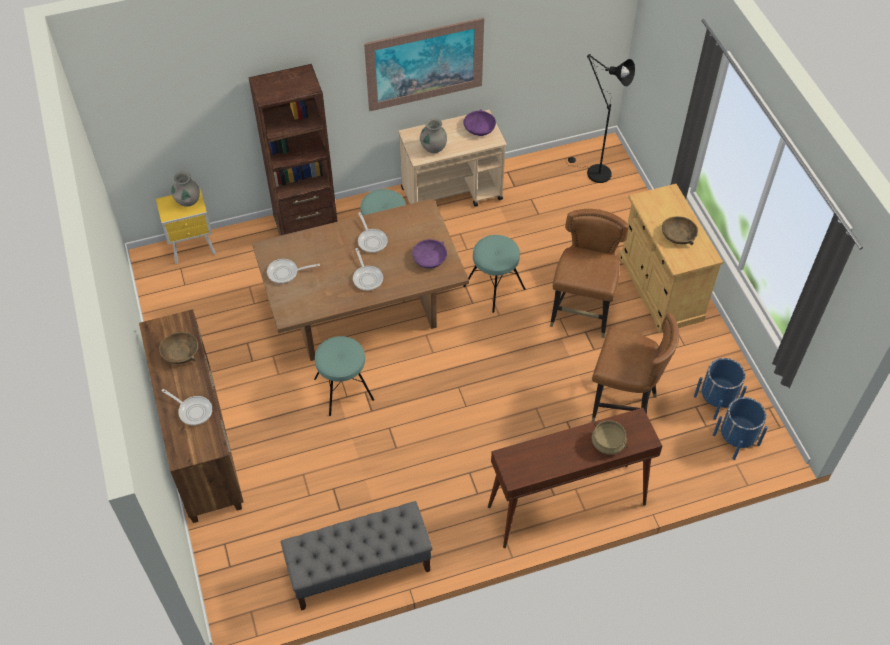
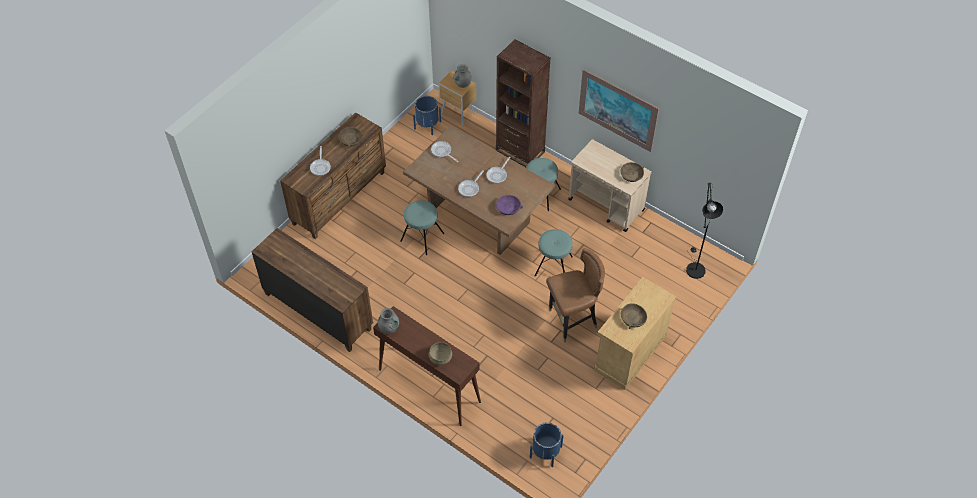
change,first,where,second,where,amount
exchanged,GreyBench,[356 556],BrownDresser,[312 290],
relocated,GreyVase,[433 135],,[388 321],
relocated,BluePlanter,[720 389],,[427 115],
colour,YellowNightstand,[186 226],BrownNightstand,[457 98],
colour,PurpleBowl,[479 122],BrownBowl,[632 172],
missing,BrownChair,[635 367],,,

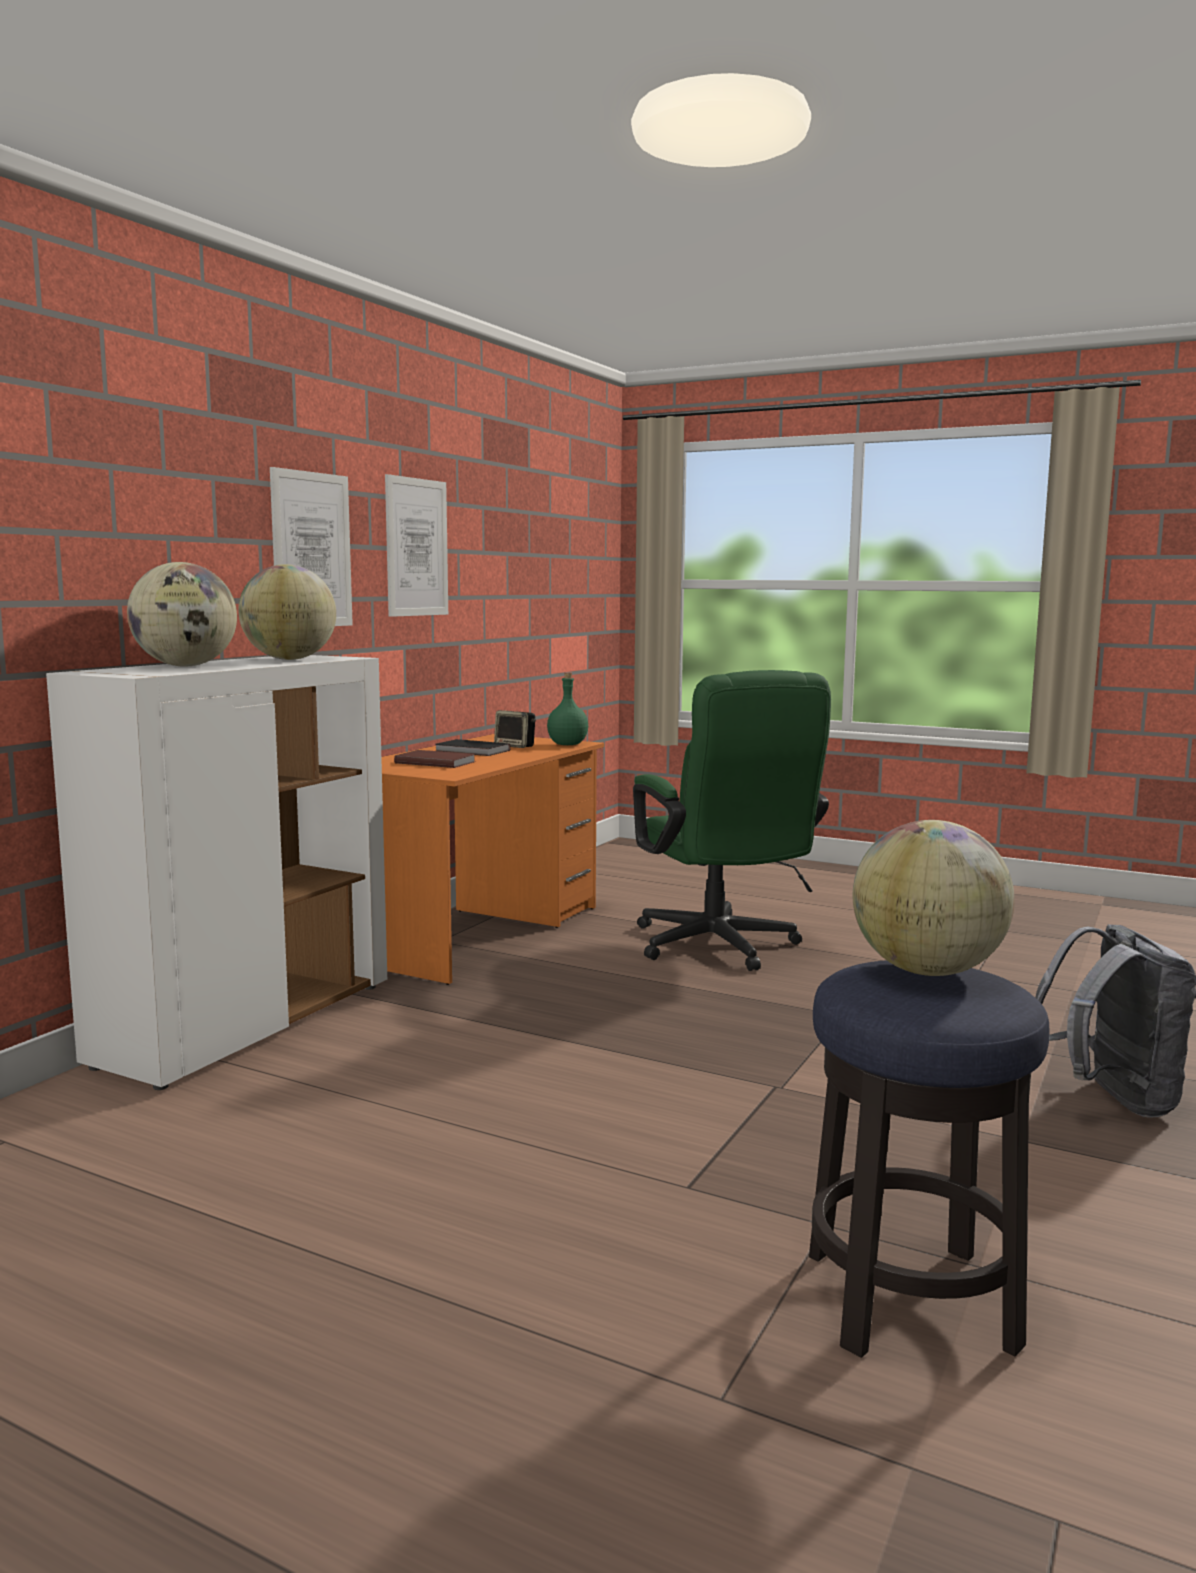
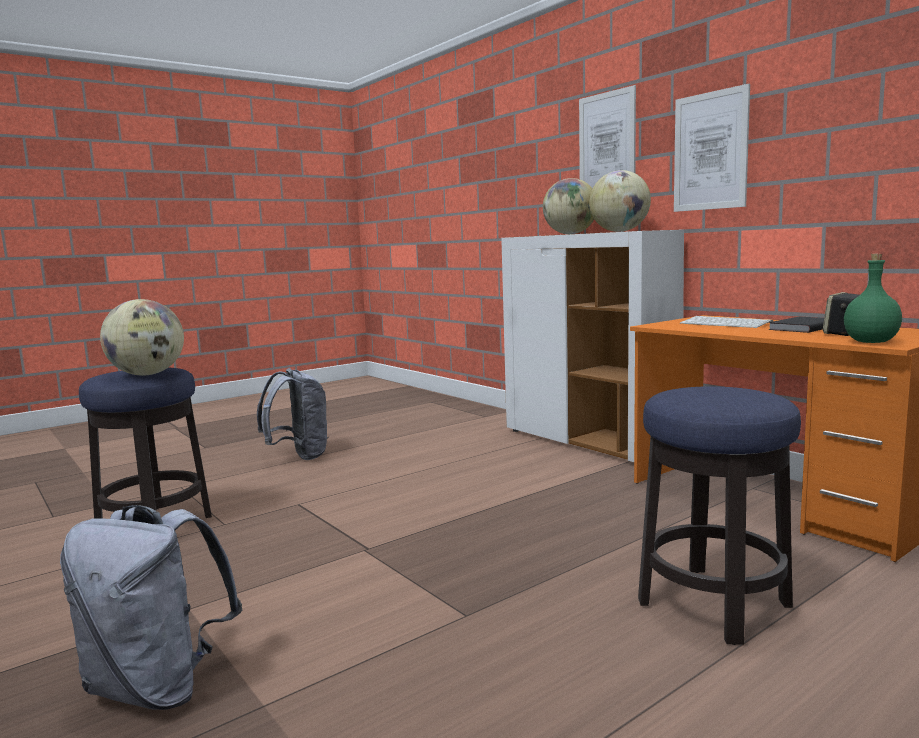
change,first,where,second,where,amount
appeared,,,GreyBackpack,[293 414],
relocated,Picture,[416 545],,[607 136],
exchanged,GreenOfficeChair,[732 820],Stool,[719 515],
exchanged,BrownBook,[435 759],Keyboard,[726 322],

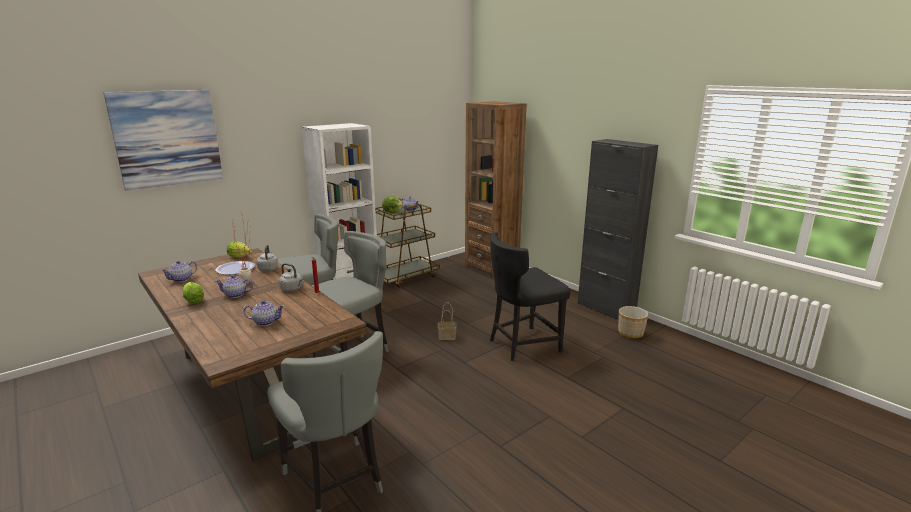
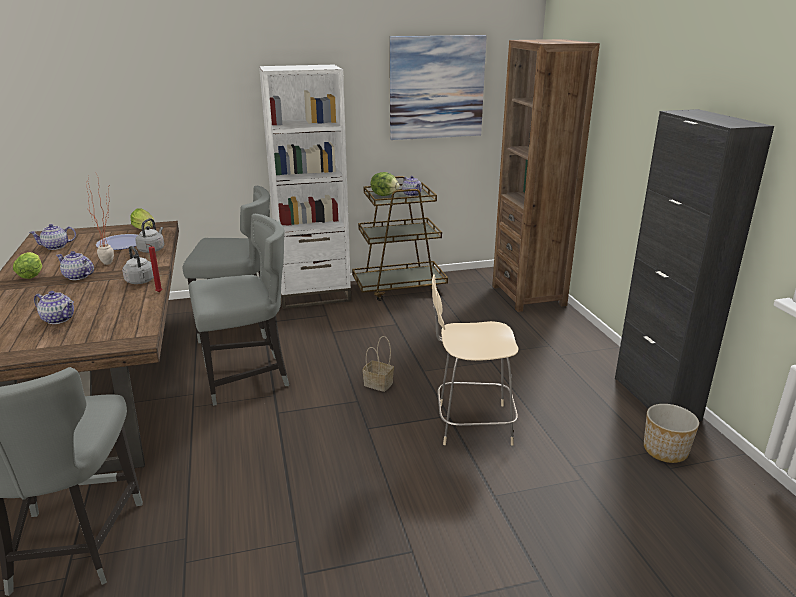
change,first,where,second,where,amount
relocated,Picture,[163 140],,[438 87],
exchanged,BlackChair,[530 296],BeigeStool,[475 359],

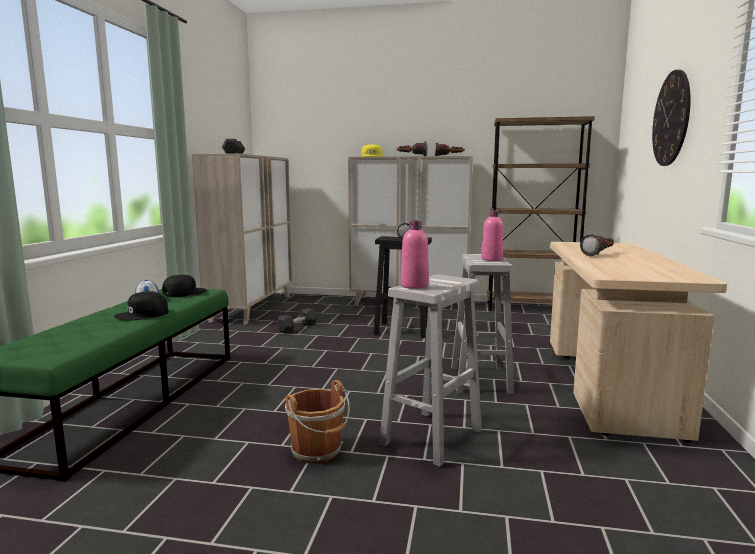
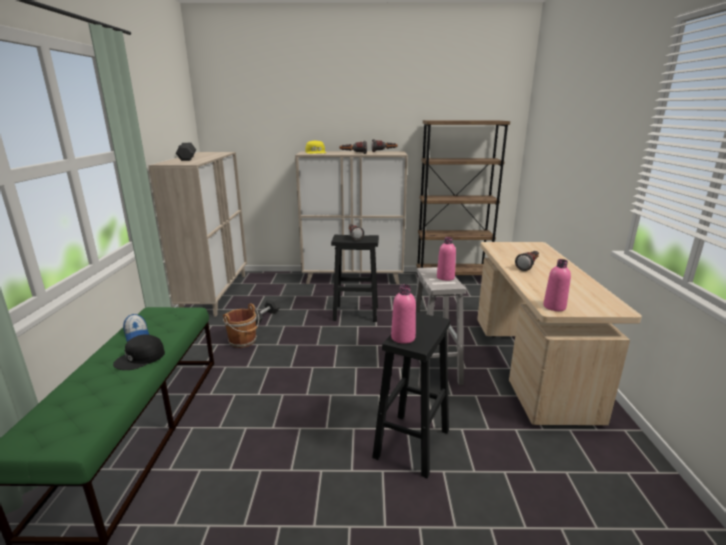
change,first,where,second,where,amount
relocated,BrownBucket,[317 422],,[241 325],
colour,WhiteStool,[430 370],BlackStool,[411 395],
appeared,,,PinkBottle,[557 285],
missing,BlackCap,[184 286],,,
missing,WallClock,[671 118],,,

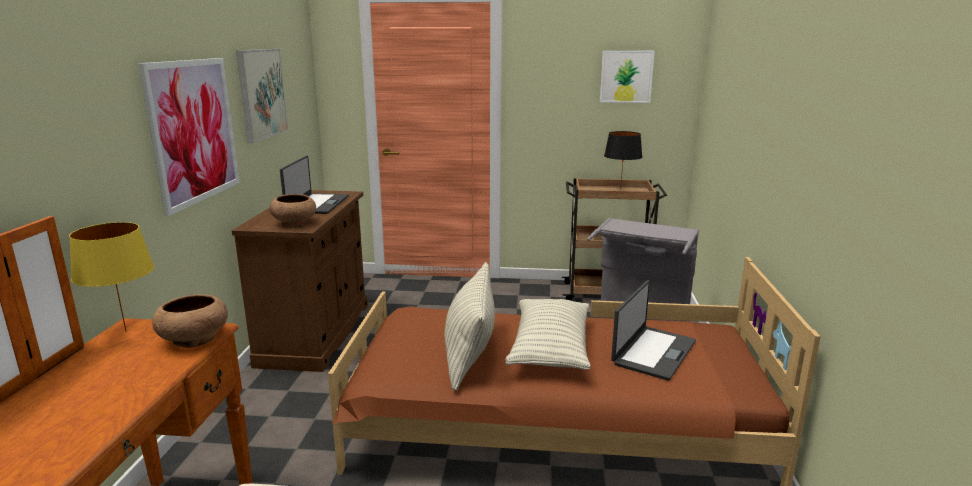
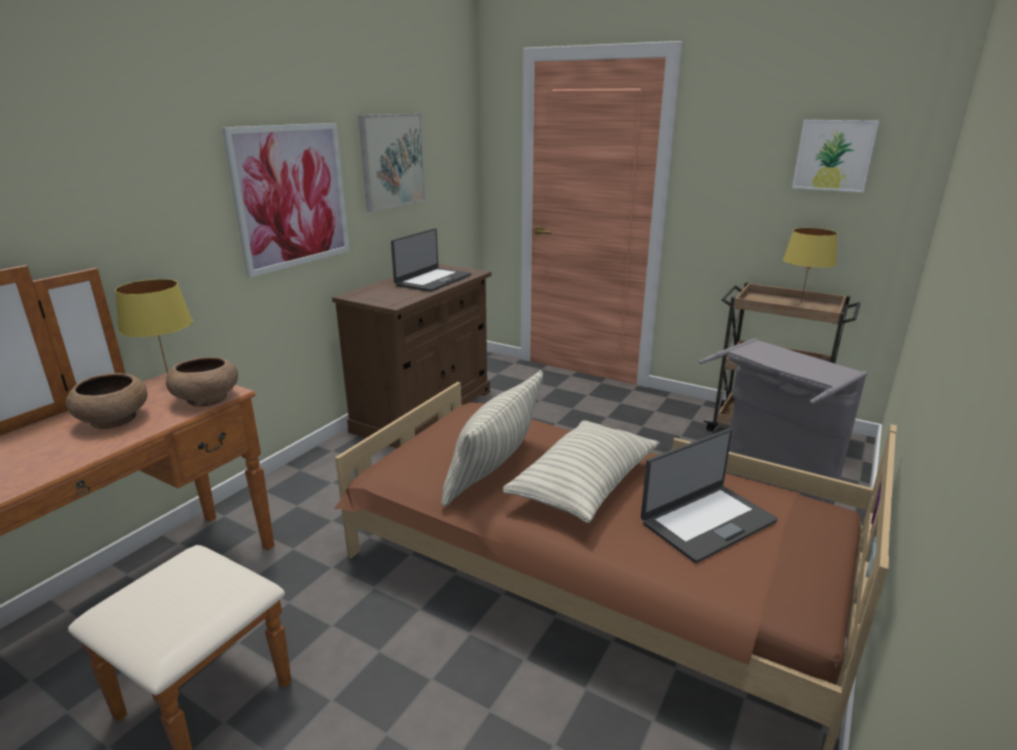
change,first,where,second,where,amount
relocated,BrownBowl,[293 210],,[106 401],
colour,BlackTableLamp,[623 160],YellowTableLamp,[810 265],

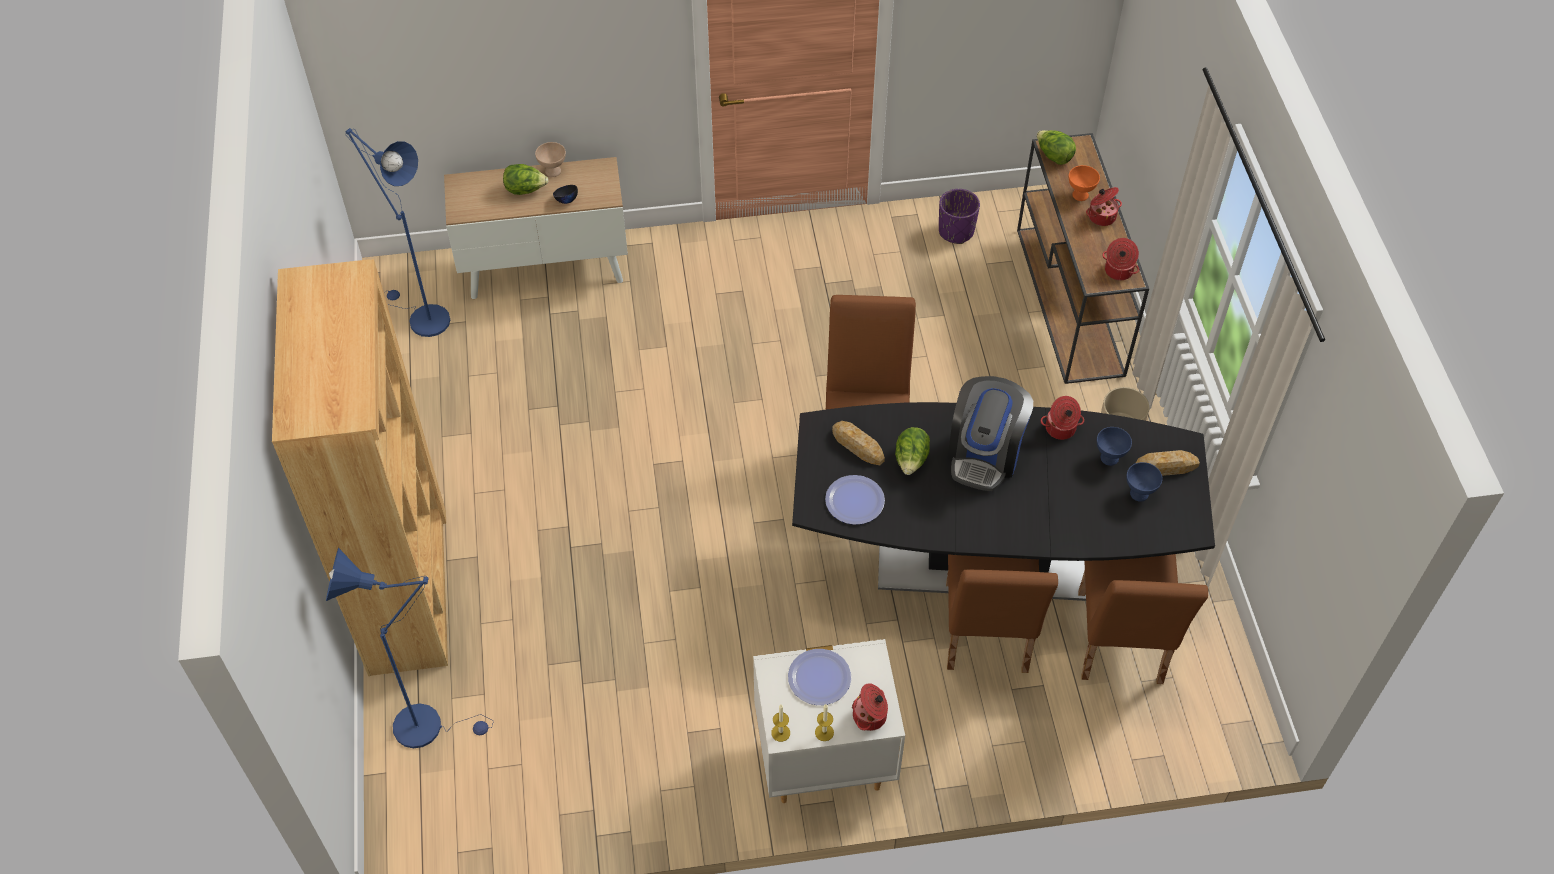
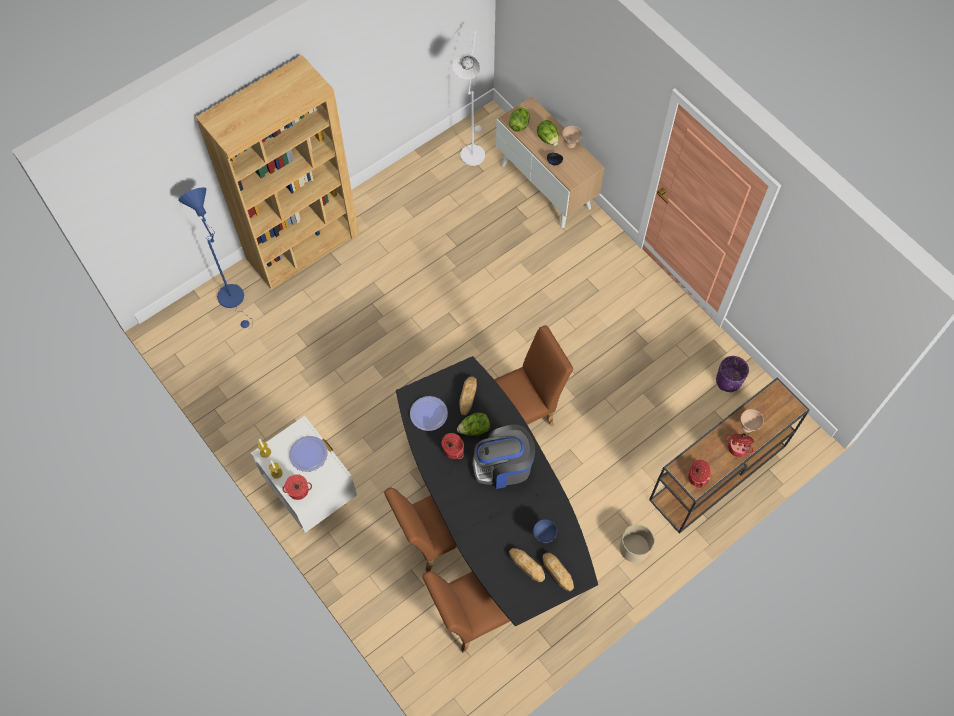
change,first,where,second,where,amount
relocated,CookingPot,[1062 418],,[453 446],
colour,BlueFloorLamp,[397 232],WhiteFloorLamp,[468 98],
relocated,Lettuce,[1056 147],,[519 119],
exchanged,BlueBowl,[1144 482],Bread,[527 565],
colour,OrangeBowl,[1084 183],BeigeBowl,[752 421],

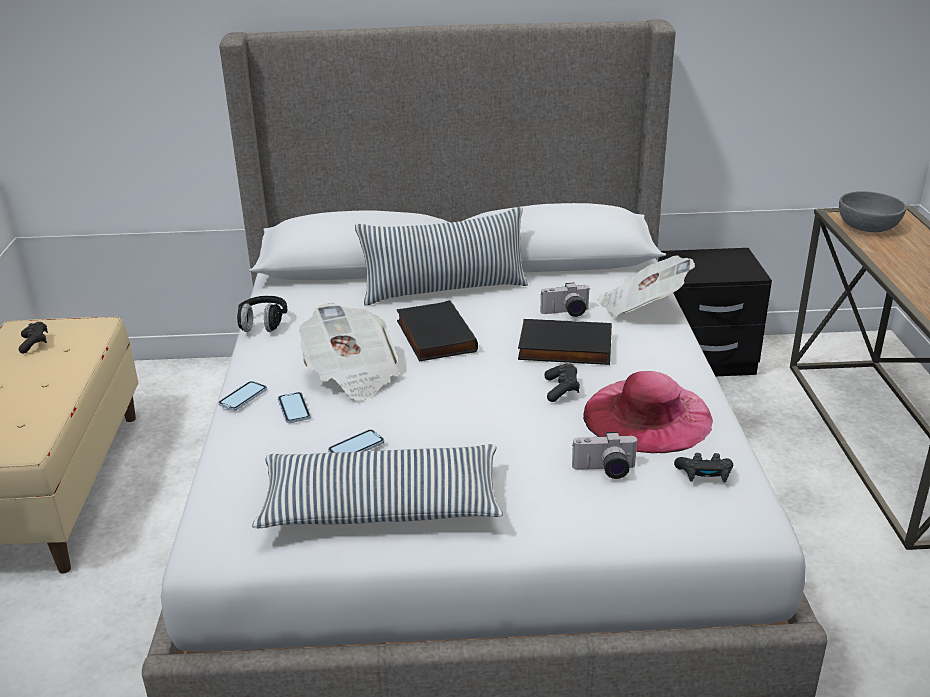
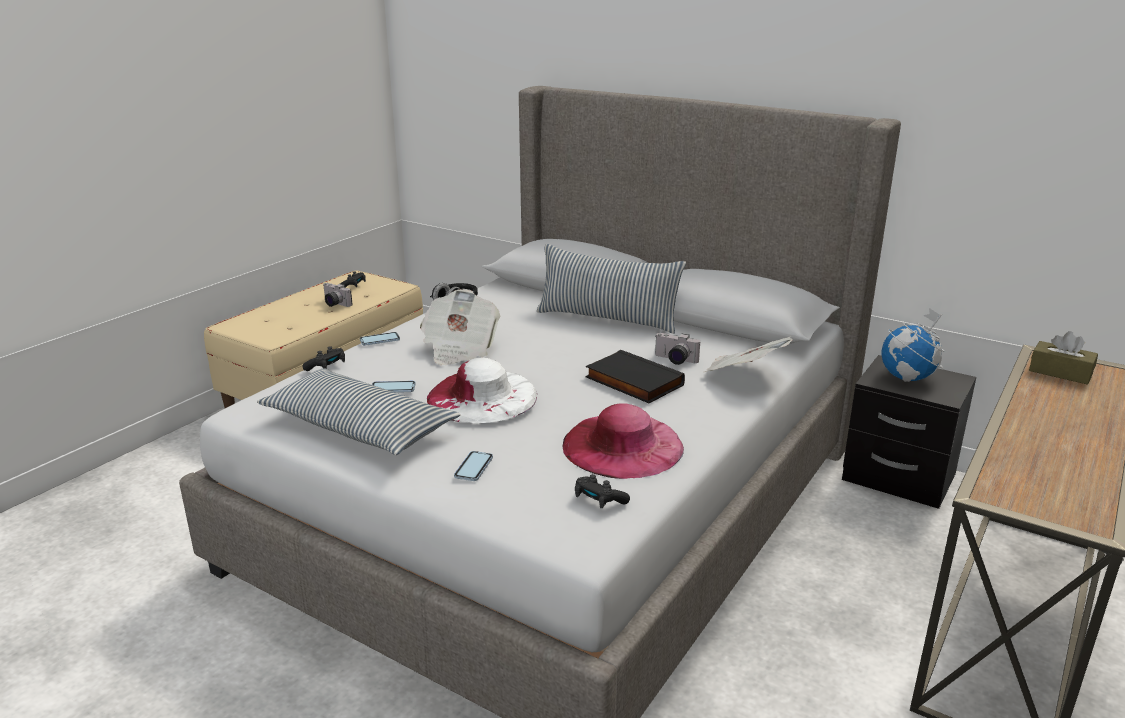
change,first,where,second,where,amount
relocated,BlackGameController,[562 382],,[324 358],
relocated,PhotoCamera,[605 455],,[338 295],
appeared,,,WhiteHat,[482 390],
relocated,Phone,[294 407],,[473 466],
appeared,,,Globe,[912 345],
exchanged,GreyBowl,[872 211],BrownTissueBox,[1063 358],
missing,BlackBook,[437 331],,,

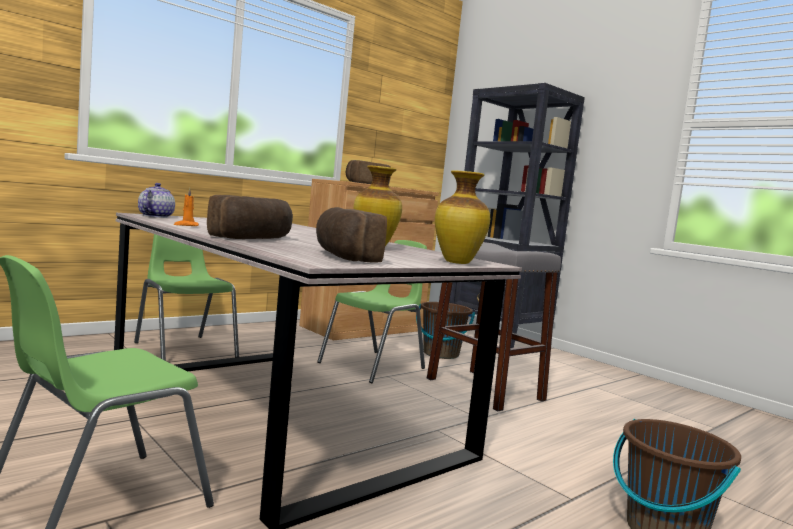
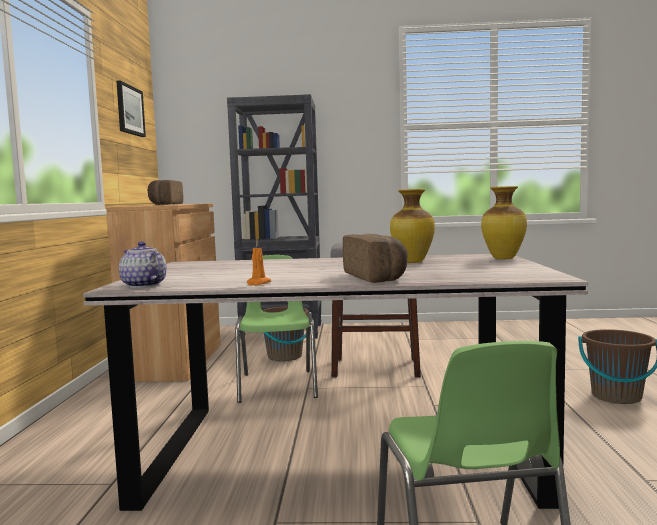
change,first,where,second,where,amount
appeared,,,Picture,[131 109],
missing,GreenChair,[186 297],,,
missing,Bread,[351 234],,,

